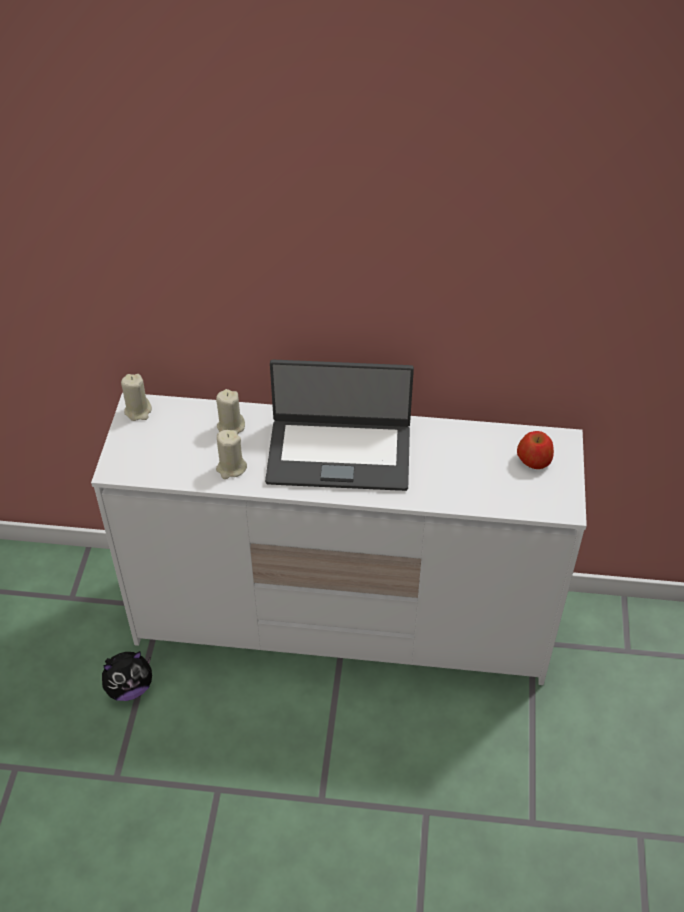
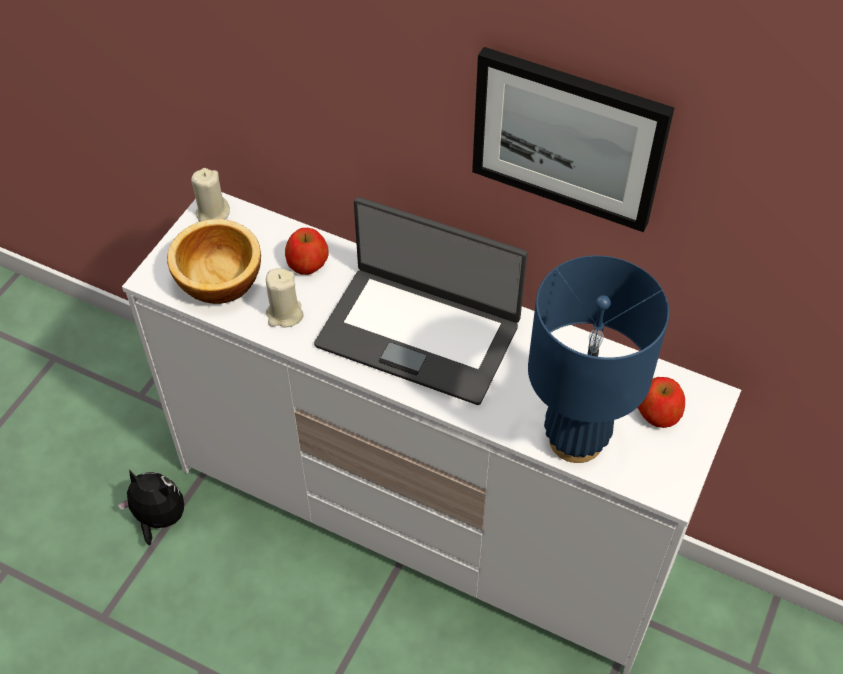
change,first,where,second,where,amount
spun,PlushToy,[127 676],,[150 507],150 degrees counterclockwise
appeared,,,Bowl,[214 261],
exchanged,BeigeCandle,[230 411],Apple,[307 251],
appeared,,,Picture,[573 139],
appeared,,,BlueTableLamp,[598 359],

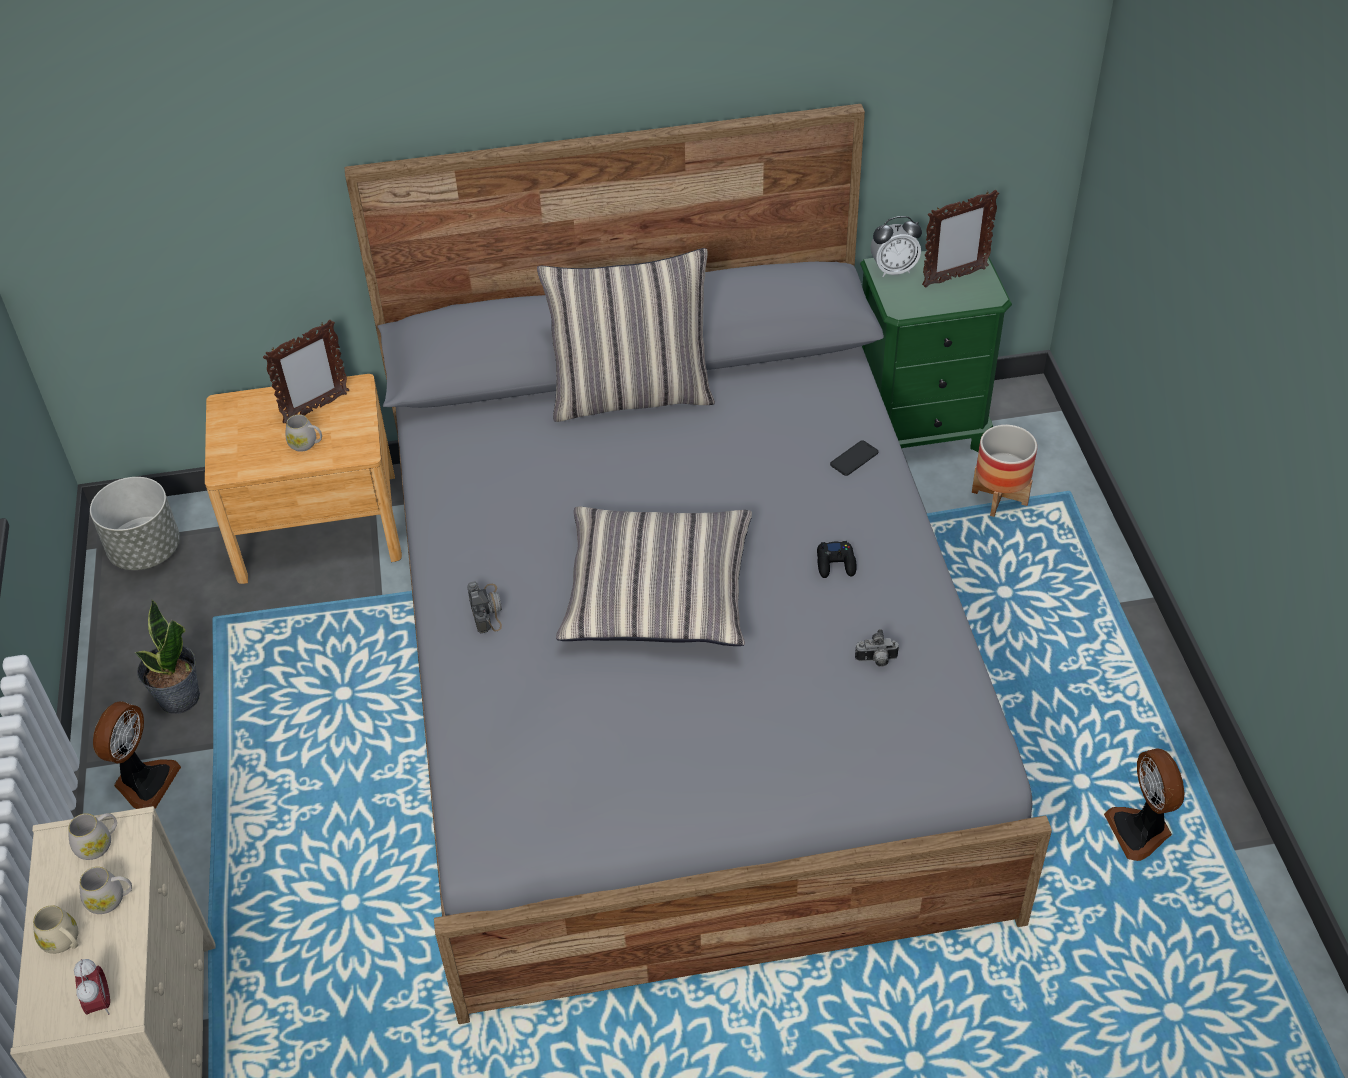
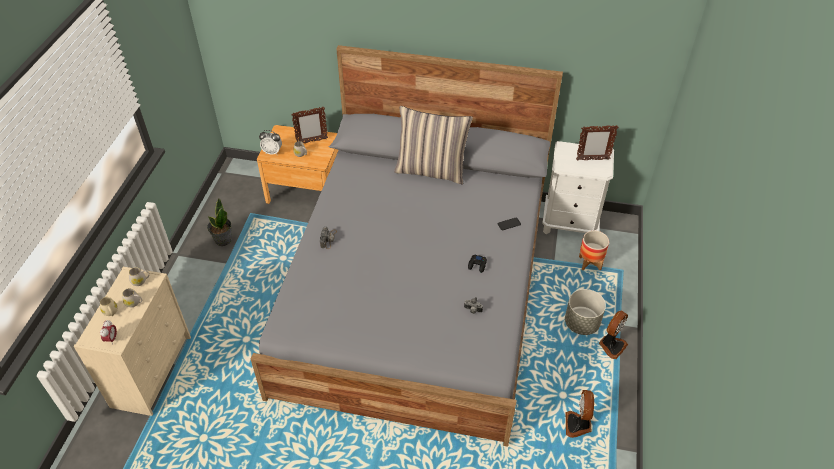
change,first,where,second,where,amount
relocated,AlarmClock,[896 246],,[270 142],
colour,GreenNightstand,[936 349],WhiteNightstand,[578 187],
relocated,GreyPlanter,[135 523],,[585 312],
relocated,Fan,[137 755],,[613 335],
missing,Pillow,[654 576],,,

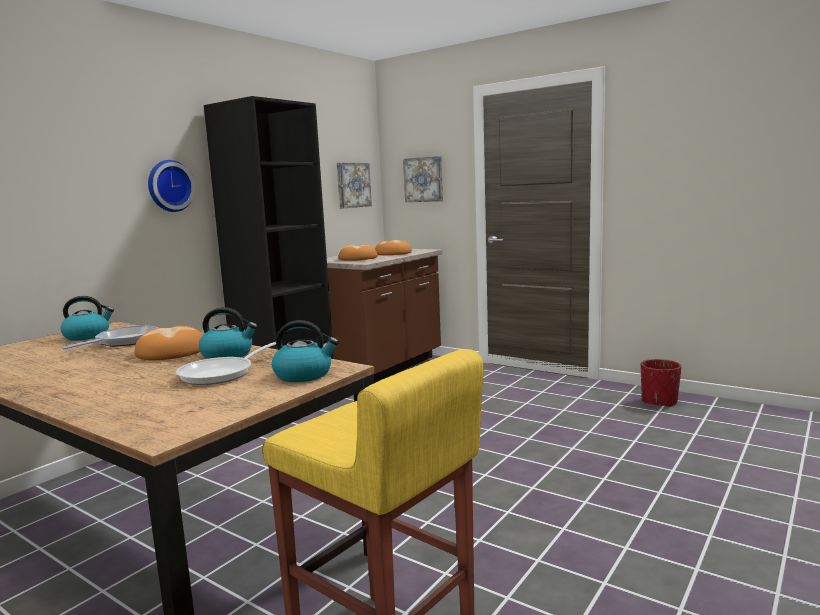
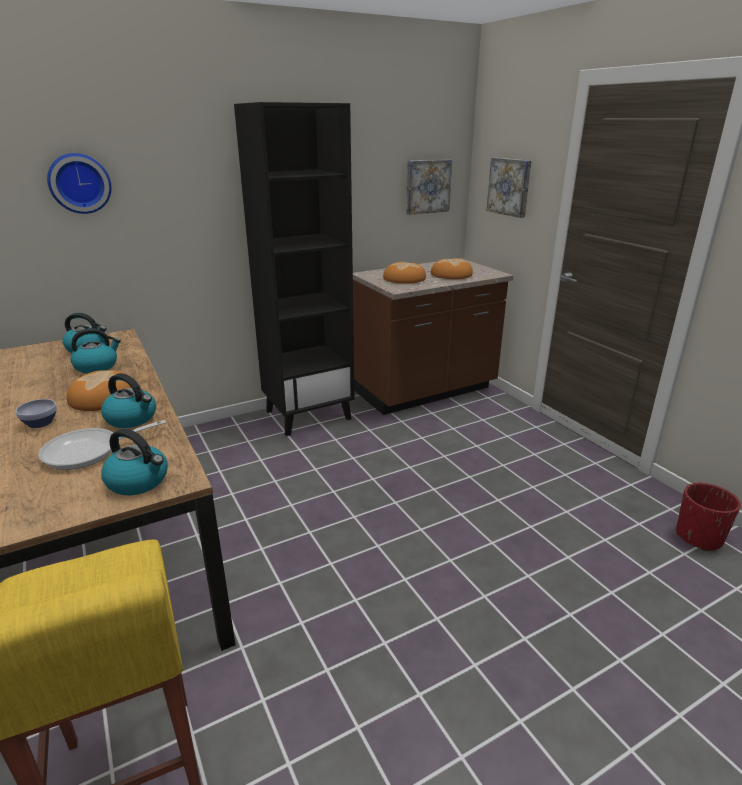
change,first,where,second,where,amount
appeared,,,Bowl,[36 413],
relocated,WallClock,[171 186],,[79 183],
exchanged,FryingPan,[110 337],Kettle,[95 350],

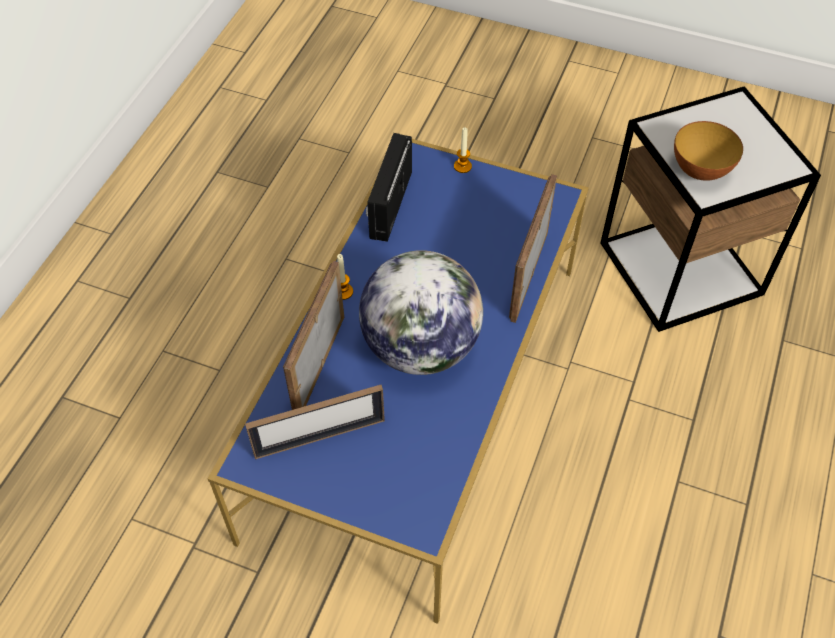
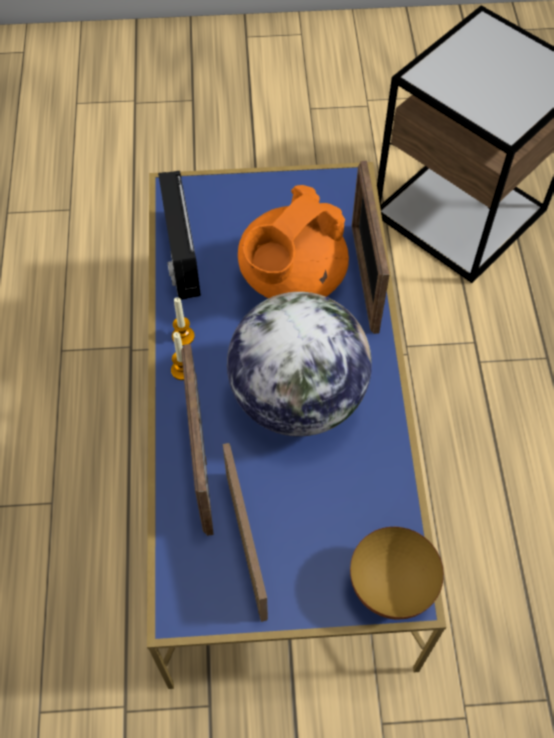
change,first,where,second,where,amount
relocated,Candle,[463 150],,[183 321],
spun,PictureFrame,[315 422],,[245 532],60 degrees counterclockwise
appeared,,,OrangeTeapot,[293 241],
relocated,Bowl,[708 151],,[397 573],

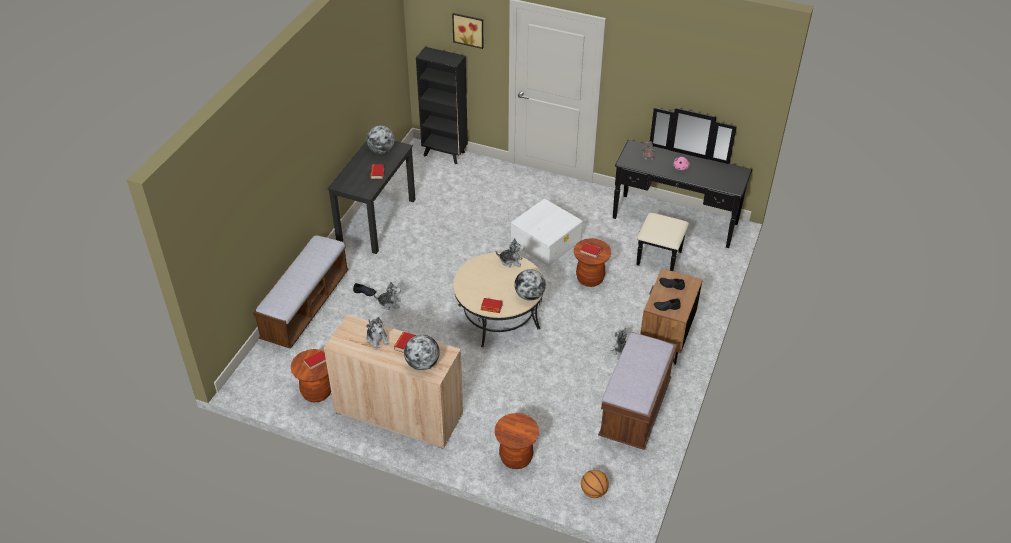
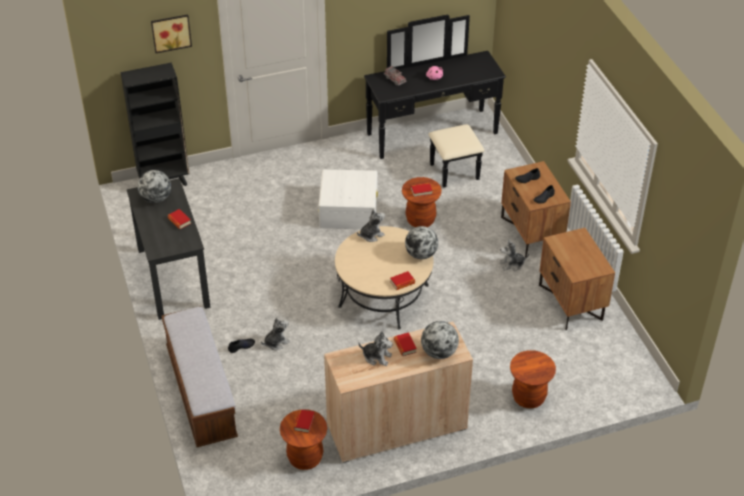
change,first,where,second,where,amount
exchanged,BrownBench,[637 391],BrownNightstand,[577 279],
missing,Basketball,[595 484],,,

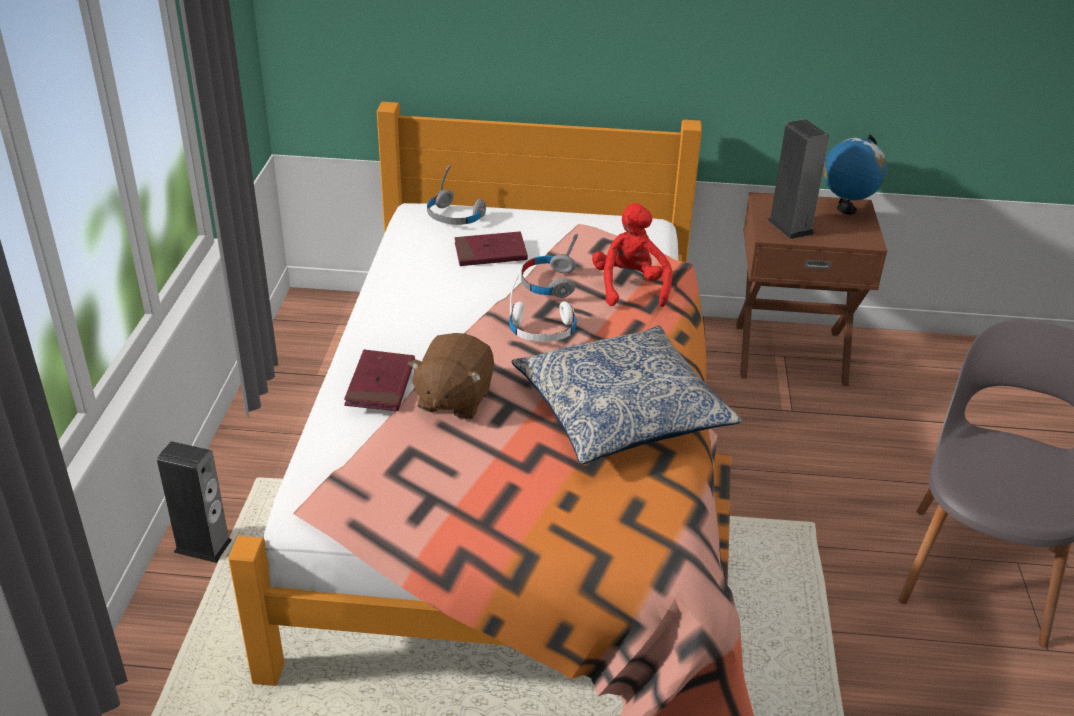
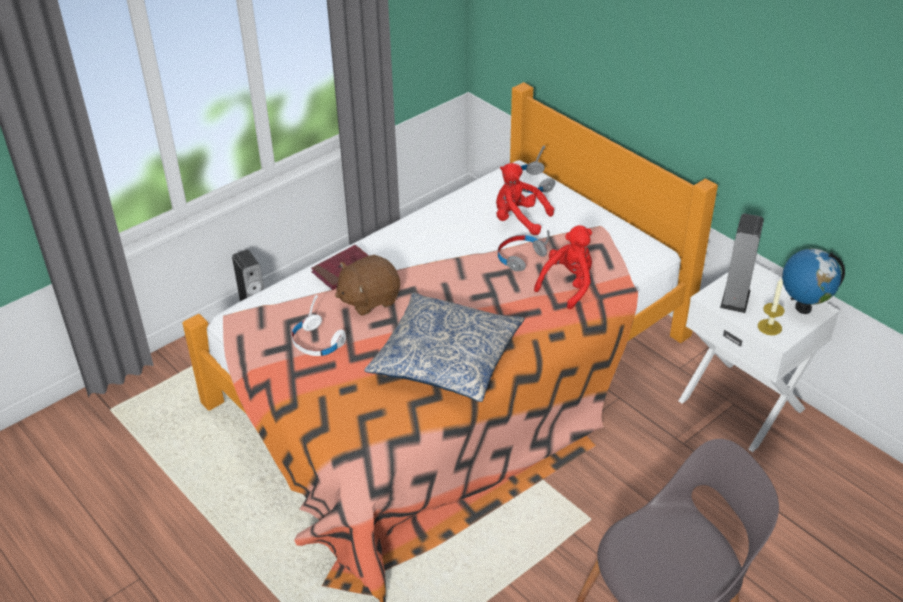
change,first,where,second,where,amount
relocated,WhiteHeadphones,[543 307],,[319 325],
exchanged,RedBook,[491 248],RedPlushToy,[525 199],
colour,BrownNightstand,[811 289],WhiteNightstand,[759 357],
appeared,,,Candle,[771 306],

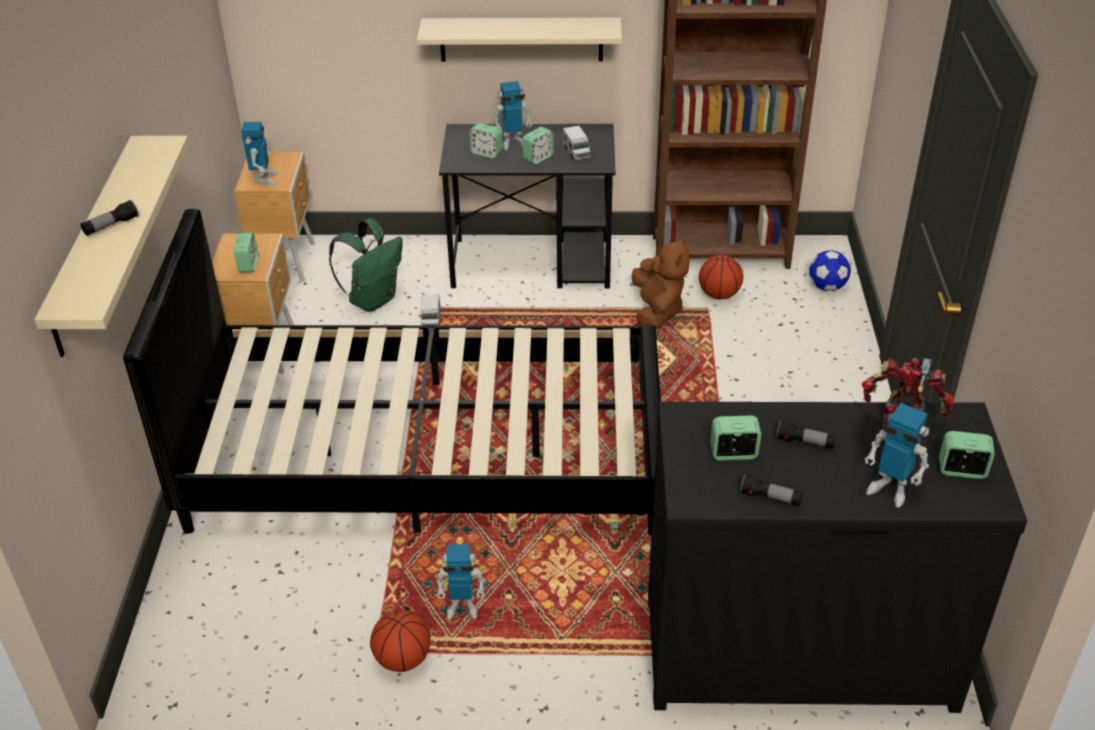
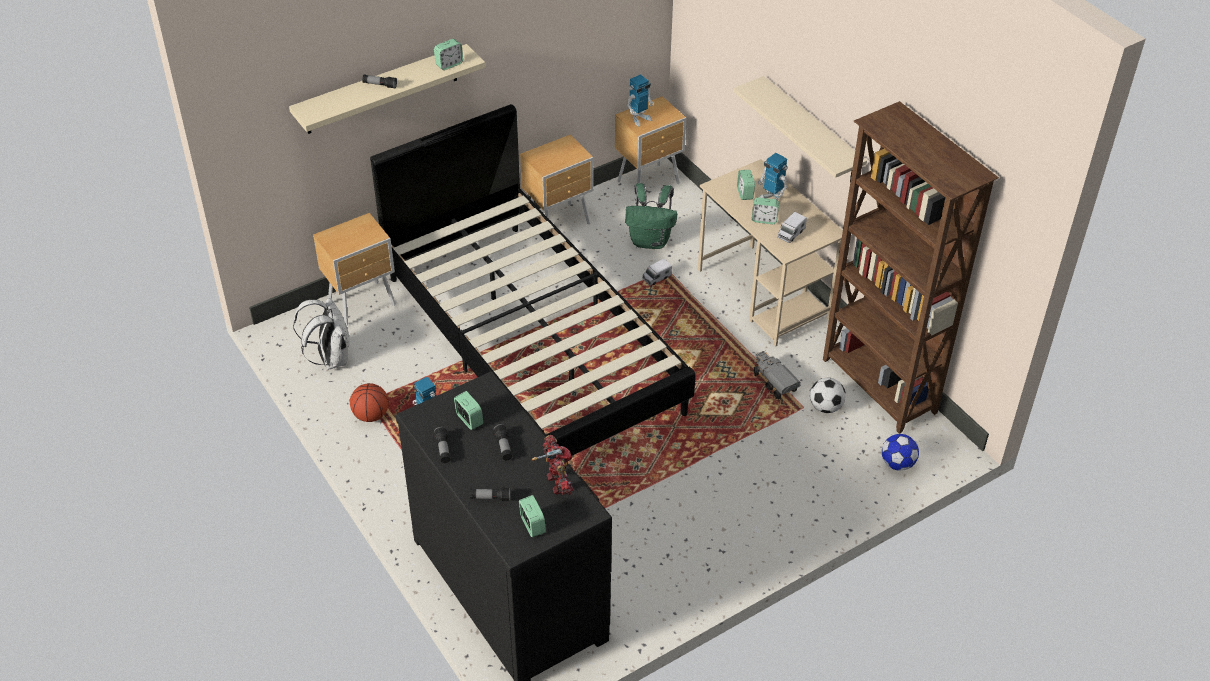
change,first,where,second,where,amount
appeared,,,WhiteBackpack,[321 334],
appeared,,,BrownNightstand,[354 269],
relocated,AlarmClock,[246 252],,[448 54],
exchanged,ToyRobot,[897 455],Flashlight,[490 494],
colour,BlackDesk,[527 206],BeigeDesk,[770 253],
exchanged,BrownPlushToy,[660 283],ToyTruck,[777 375],
exchanged,Basketball,[721 277],Football,[828 395],

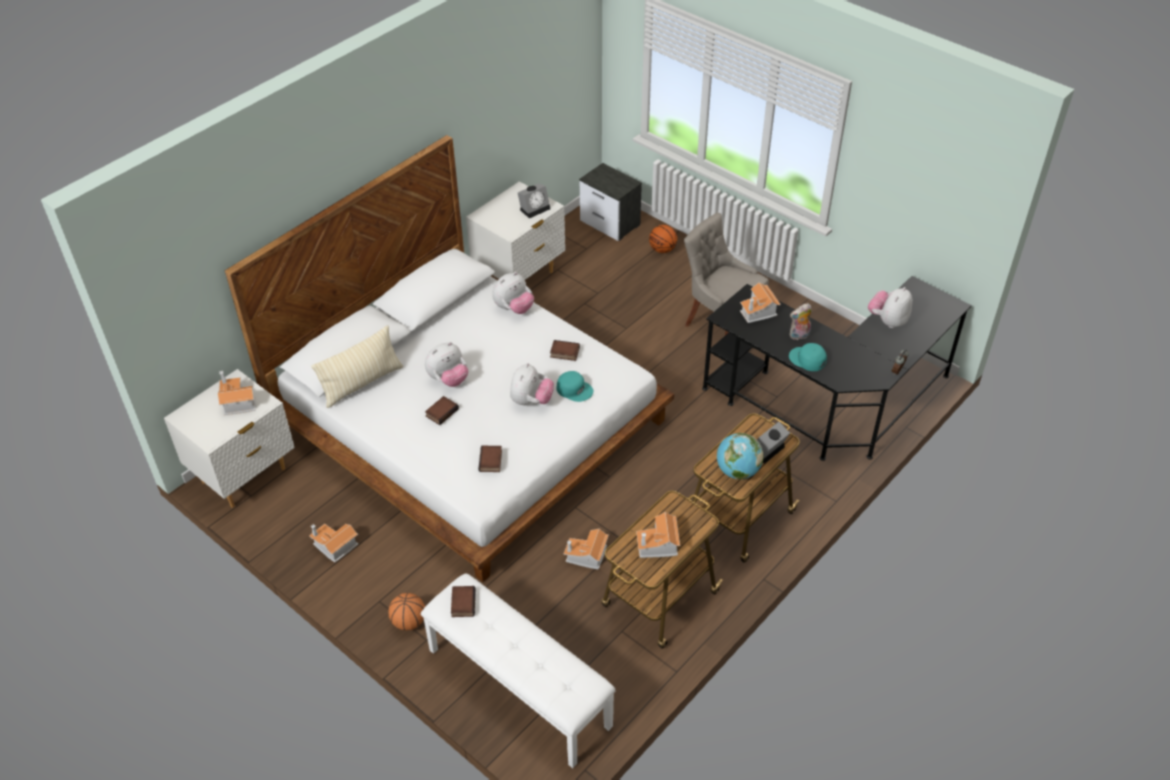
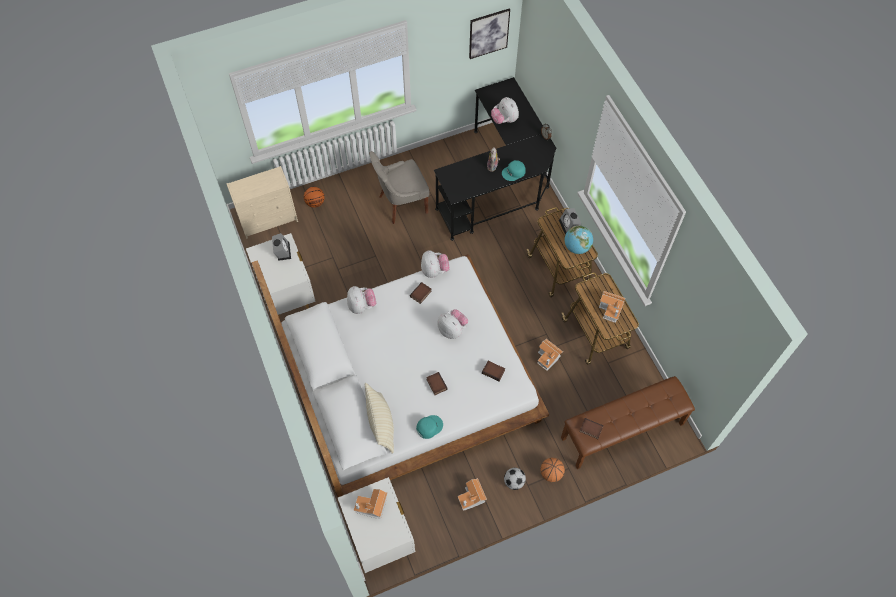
change,first,where,second,where,amount
exchanged,Nightstand,[610 202],BeigeDresser,[262 202],
relocated,TurquoiseCap,[574 386],,[429 427],
relocated,PlushToy,[446 364],,[435 264],
appeared,,,Picture,[489 34],
appeared,,,Football,[515 479],
colour,WhiteBench,[518 671],BrownBench,[628 422],
missing,ToyHouse,[760 302],,,

